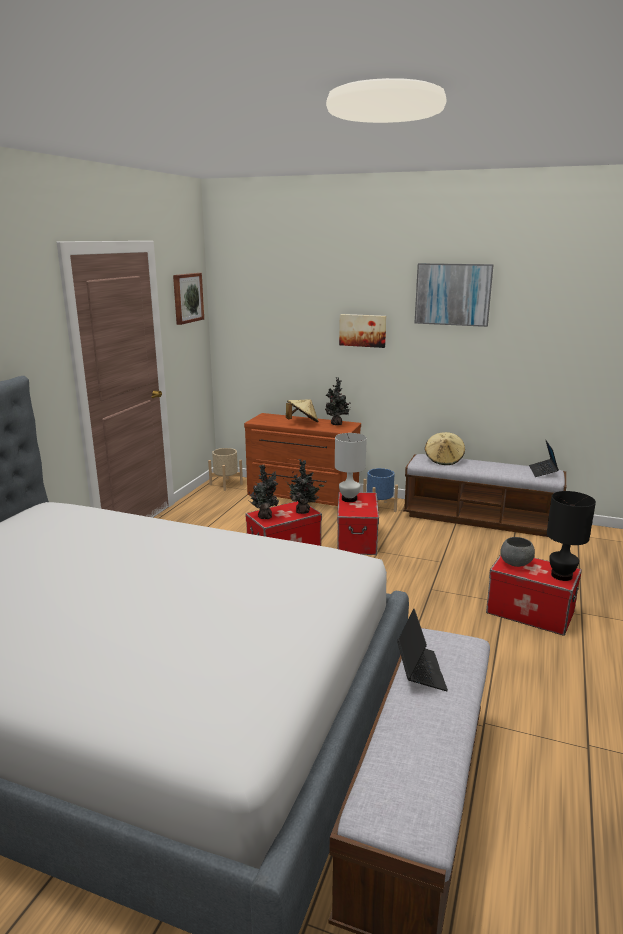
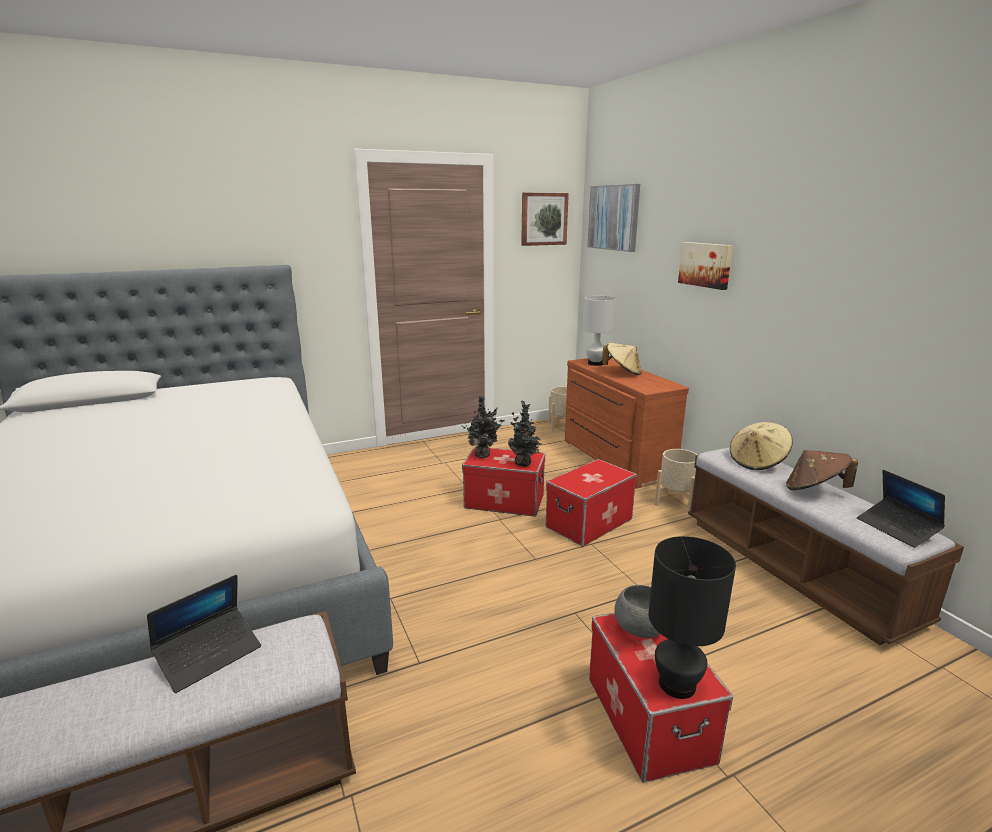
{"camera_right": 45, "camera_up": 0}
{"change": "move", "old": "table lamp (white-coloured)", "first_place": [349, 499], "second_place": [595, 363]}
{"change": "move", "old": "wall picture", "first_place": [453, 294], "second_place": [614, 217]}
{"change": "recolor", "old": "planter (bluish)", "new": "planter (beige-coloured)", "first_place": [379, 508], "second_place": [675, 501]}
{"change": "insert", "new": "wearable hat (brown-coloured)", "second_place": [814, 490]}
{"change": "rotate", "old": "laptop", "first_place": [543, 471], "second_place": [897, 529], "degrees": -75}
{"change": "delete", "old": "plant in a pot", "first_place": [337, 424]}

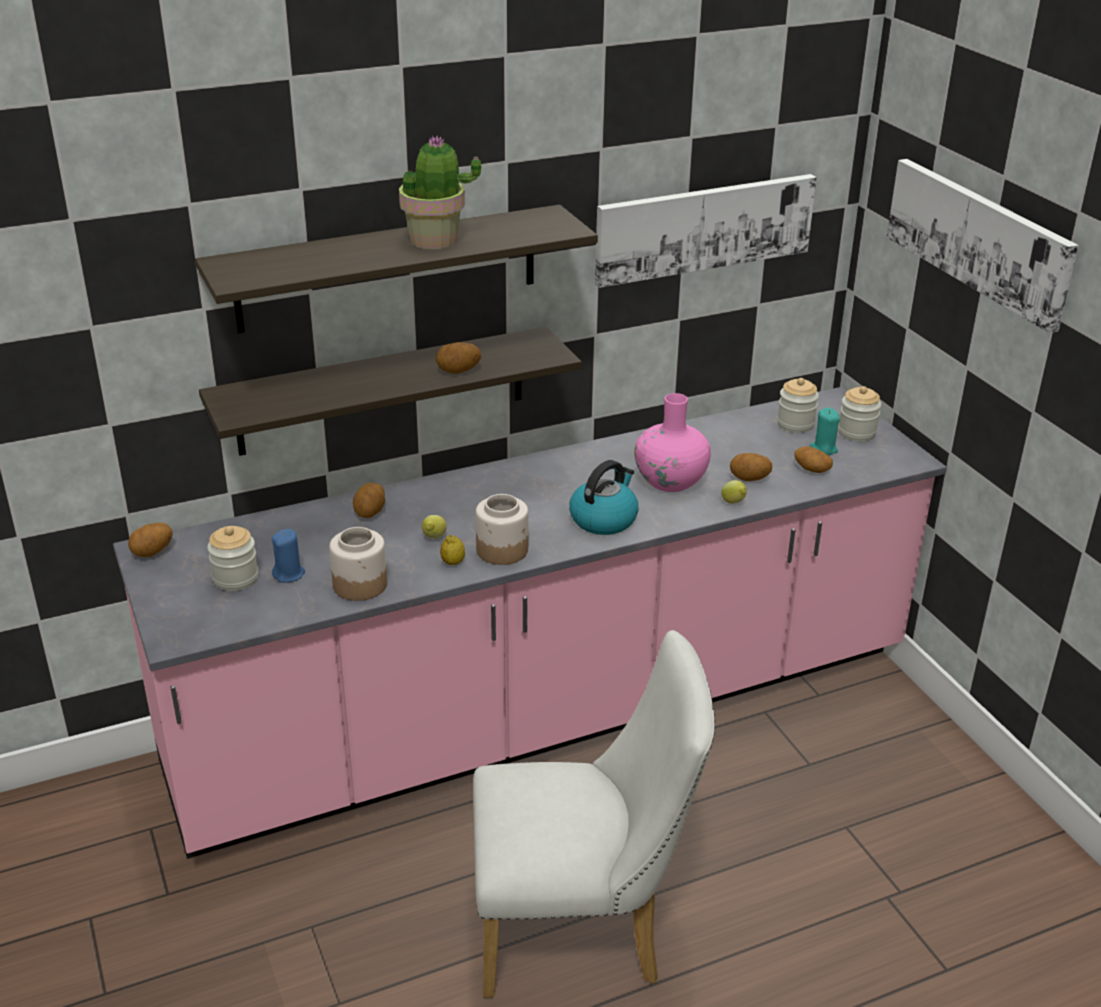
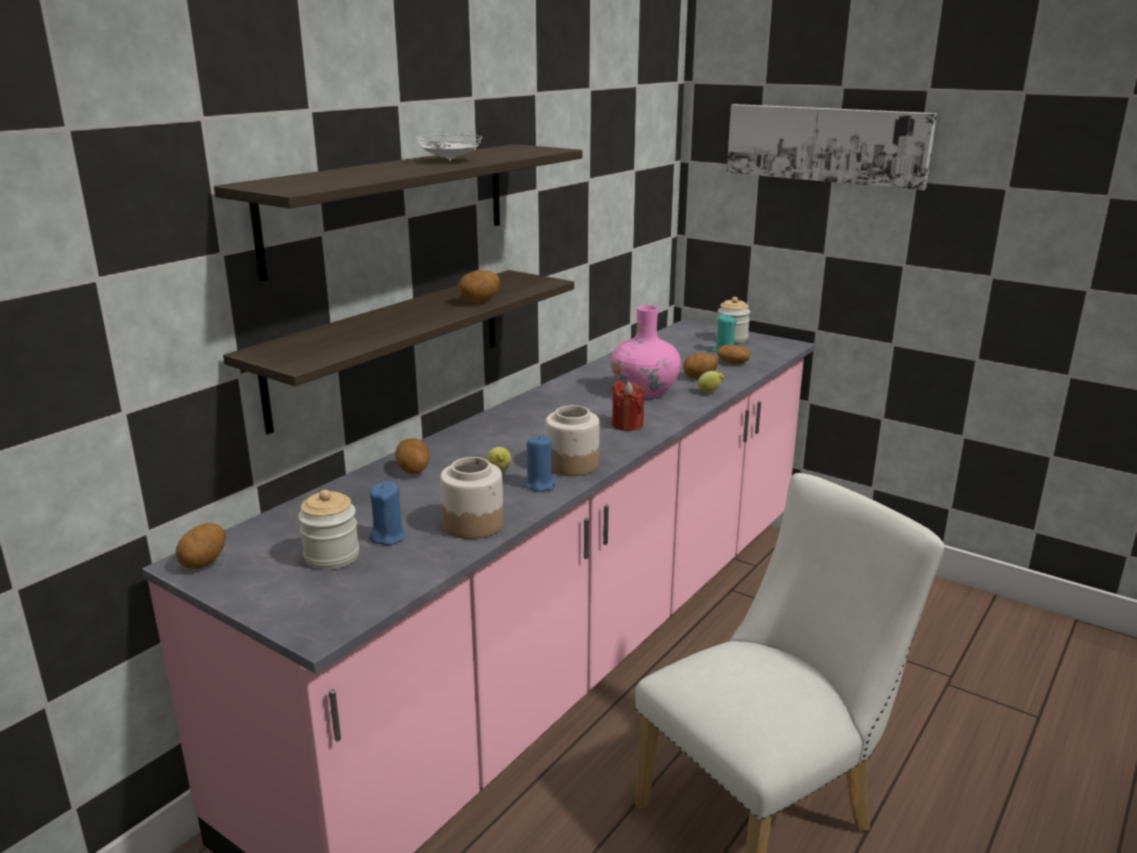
{"camera_right": -30, "camera_up": -10}
{"change": "replace", "old": "plant in a pot", "new": "dinner plate (white-coloured)", "first_place": [434, 240], "second_place": [449, 160]}
{"change": "replace", "old": "lemon", "new": "wax candle (bluish)", "first_place": [453, 562], "second_place": [540, 485]}
{"change": "replace", "old": "kettle", "new": "wax candle (red)", "first_place": [604, 519], "second_place": [627, 425]}
{"change": "delete", "old": "wall picture", "first_place": [704, 227]}
{"change": "delete", "old": "preserve jar", "first_place": [795, 424]}

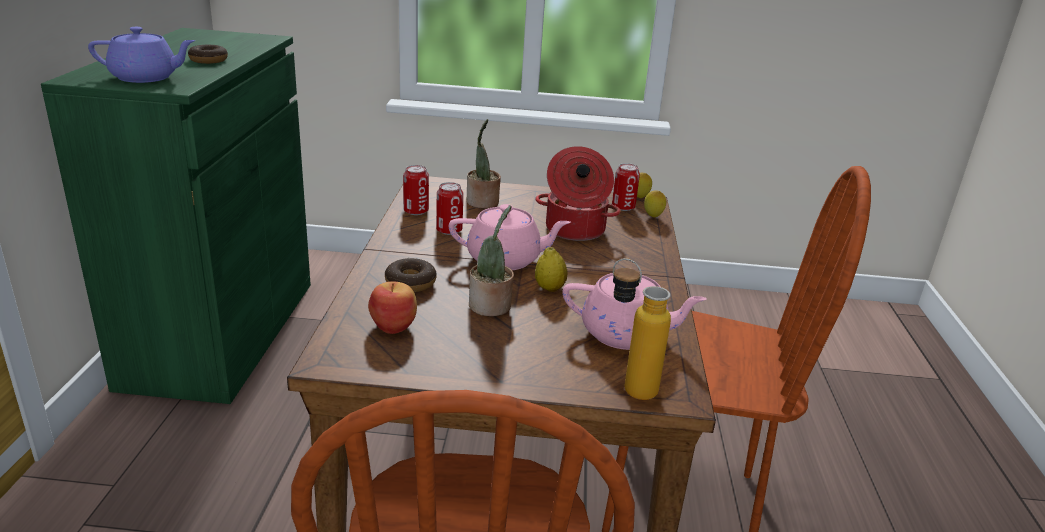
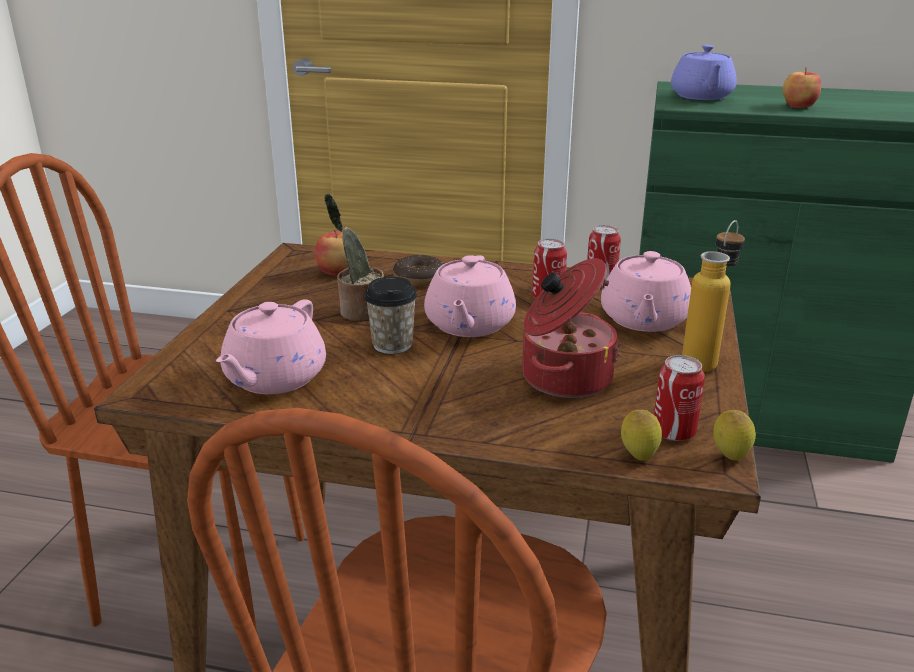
{"camera_right": 100, "camera_up": 0}
{"change": "replace", "old": "lemon", "new": "small cup", "first_place": [549, 288], "second_place": [392, 345]}
{"change": "replace", "old": "plant in a pot", "new": "pot for tea (pink-coloured)", "first_place": [482, 203], "second_place": [644, 320]}
{"change": "move", "old": "beverage bottle", "first_place": [627, 386], "second_place": [705, 359]}
{"change": "replace", "old": "ring doughnut", "new": "whole apple", "first_place": [208, 60], "second_place": [798, 106]}

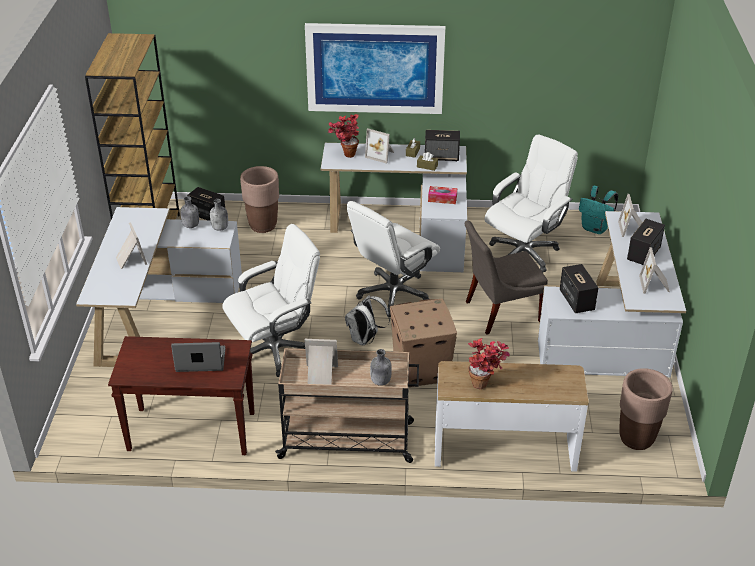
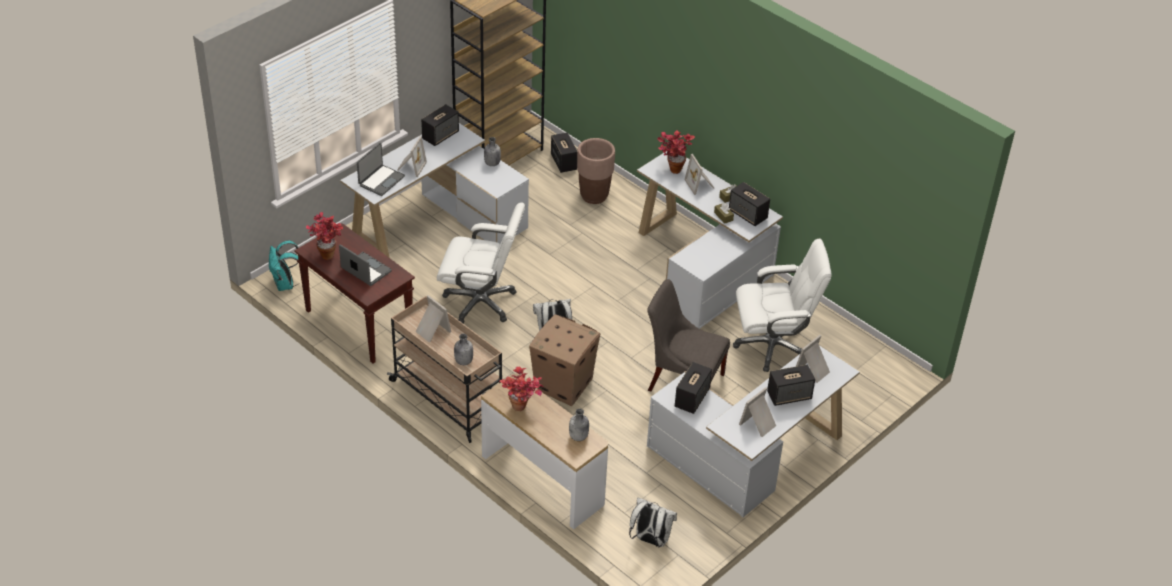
{"camera_right": 40, "camera_up": 5}
{"change": "move", "old": "backpack (blue-green)", "first_place": [595, 228], "second_place": [286, 284]}
{"change": "insert", "new": "plant in a pot", "second_place": [327, 253]}
{"change": "insert", "new": "laptop", "second_place": [381, 180]}
{"change": "insert", "new": "speaker", "second_place": [440, 135]}
{"change": "move", "old": "beverage bottle (grey)", "first_place": [220, 228], "second_place": [578, 437]}
{"change": "replace", "old": "planter (brown-coloured)", "new": "backpack (white-coloured)", "first_place": [636, 438], "second_place": [650, 540]}
{"change": "delete", "old": "wall picture", "first_place": [375, 68]}
{"change": "delete", "old": "office chair (white-coloured)", "first_place": [393, 294]}
{"change": "delete", "old": "tissue box", "first_place": [442, 199]}

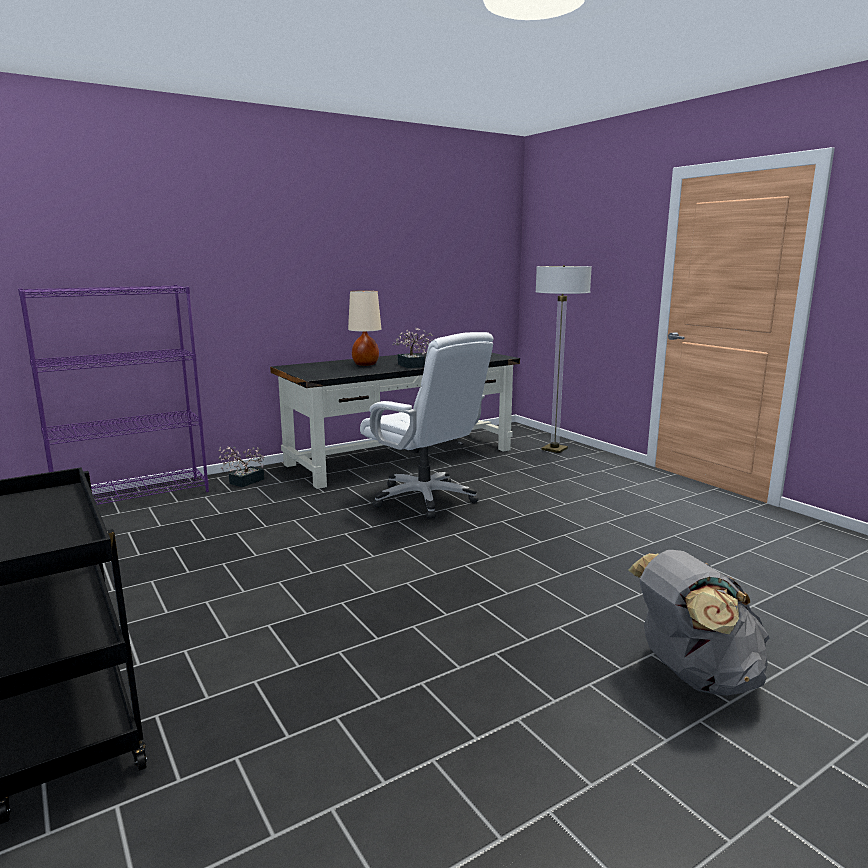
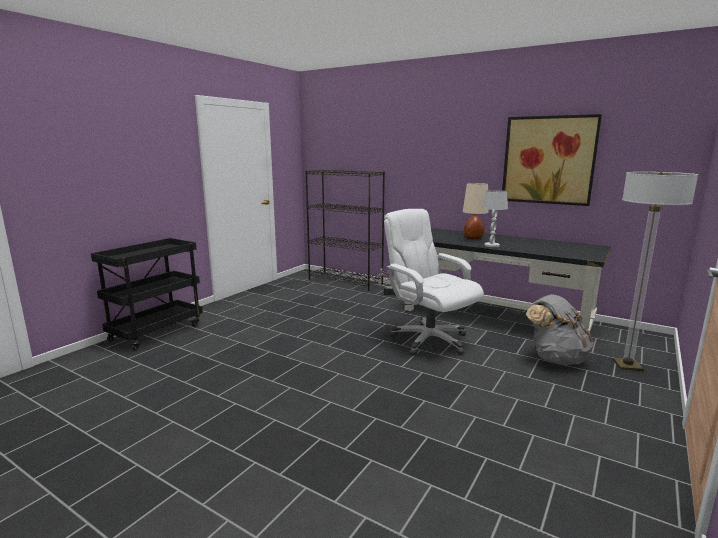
{"camera_right": 65, "camera_up": 0}
{"change": "recolor", "old": "bookcase (purple-coloured)", "new": "bookcase (blackish)", "first_place": [134, 496], "second_place": [345, 281]}
{"change": "rotate", "old": "office chair (white-coloured)", "first_place": [425, 499], "second_place": [429, 340], "degrees": 120}
{"change": "replace", "old": "plant in a pot", "new": "table lamp (white-coloured)", "first_place": [412, 366], "second_place": [491, 245]}
{"change": "insert", "new": "wall picture", "second_place": [548, 160]}
{"change": "move", "old": "backpack (grey)", "first_place": [693, 676], "second_place": [555, 359]}

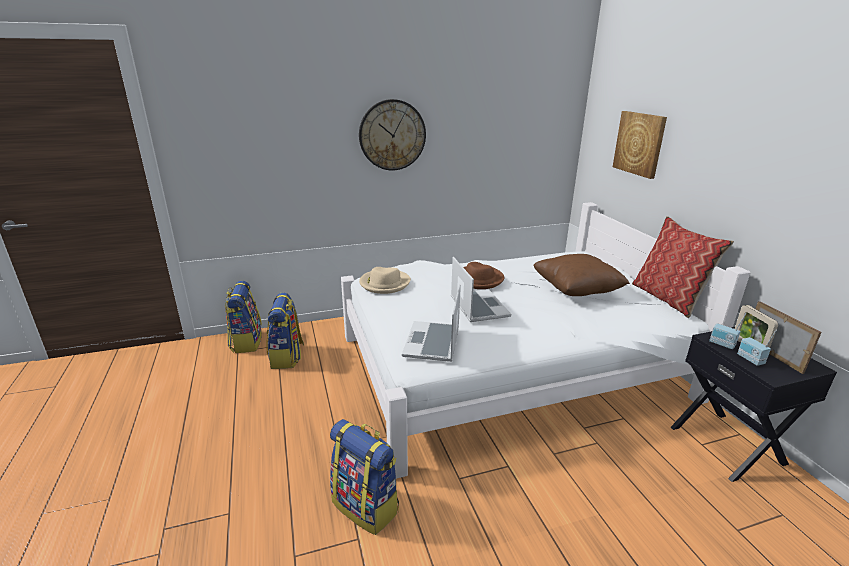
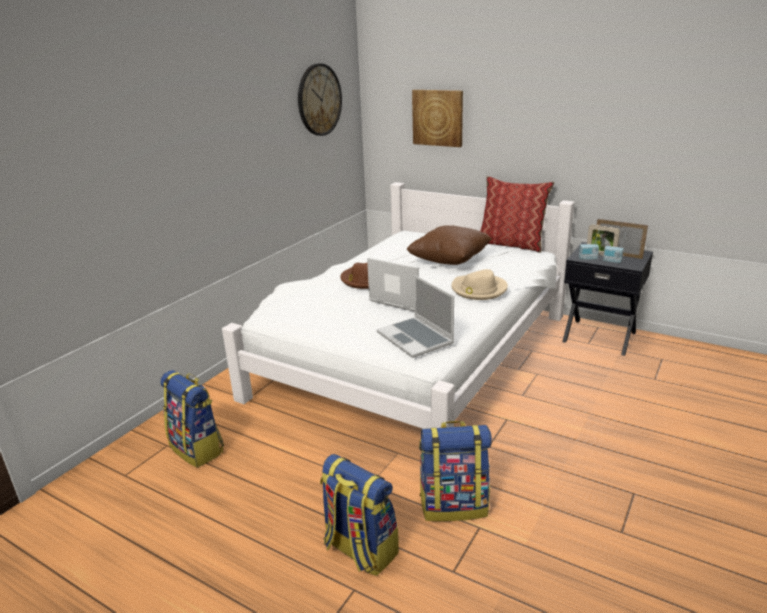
{"camera_right": -40, "camera_up": 0}
{"change": "move", "old": "wall clock", "first_place": [392, 135], "second_place": [319, 100]}
{"change": "move", "old": "backpack", "first_place": [246, 342], "second_place": [359, 550]}
{"change": "move", "old": "wearable hat (beige-coloured)", "first_place": [384, 283], "second_place": [478, 289]}

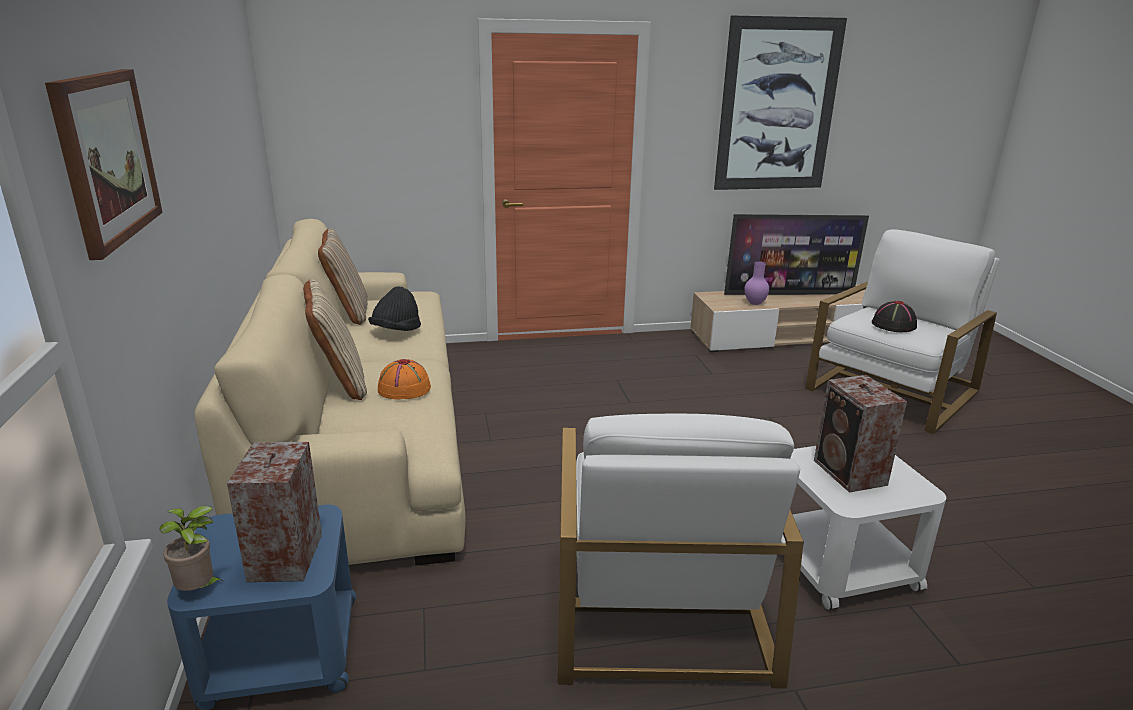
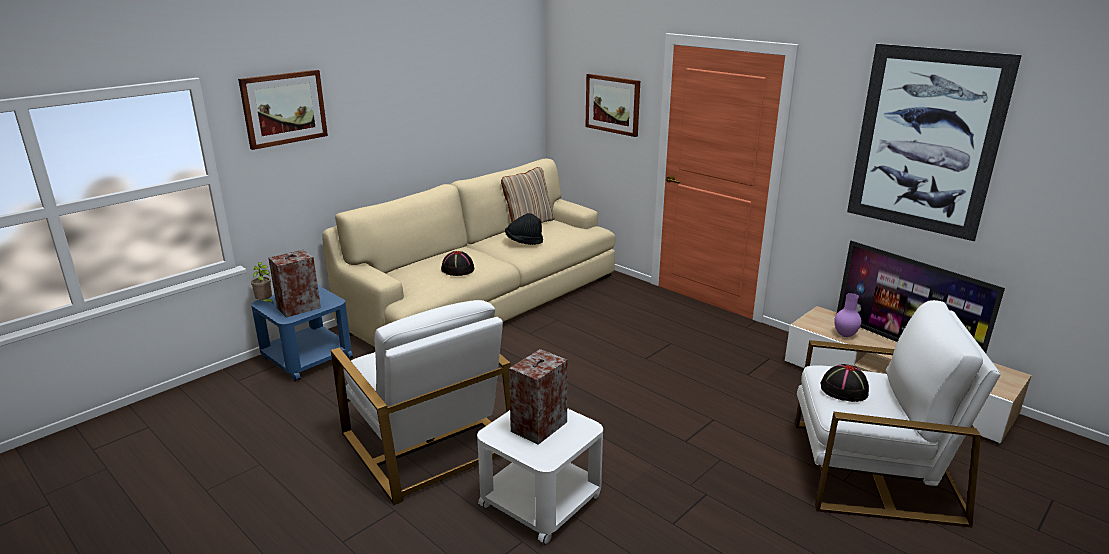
{"camera_right": 55, "camera_up": 0}
{"change": "rotate", "old": "armchair (white-coloured)", "first_place": [658, 605], "second_place": [427, 442], "degrees": -90}
{"change": "recolor", "old": "wearable hat (orange-coloured)", "new": "wearable hat (blackish)", "first_place": [404, 389], "second_place": [457, 269]}
{"change": "insert", "new": "wall picture", "second_place": [613, 104]}
{"change": "delete", "old": "pillow (beige-coloured)", "first_place": [340, 382]}

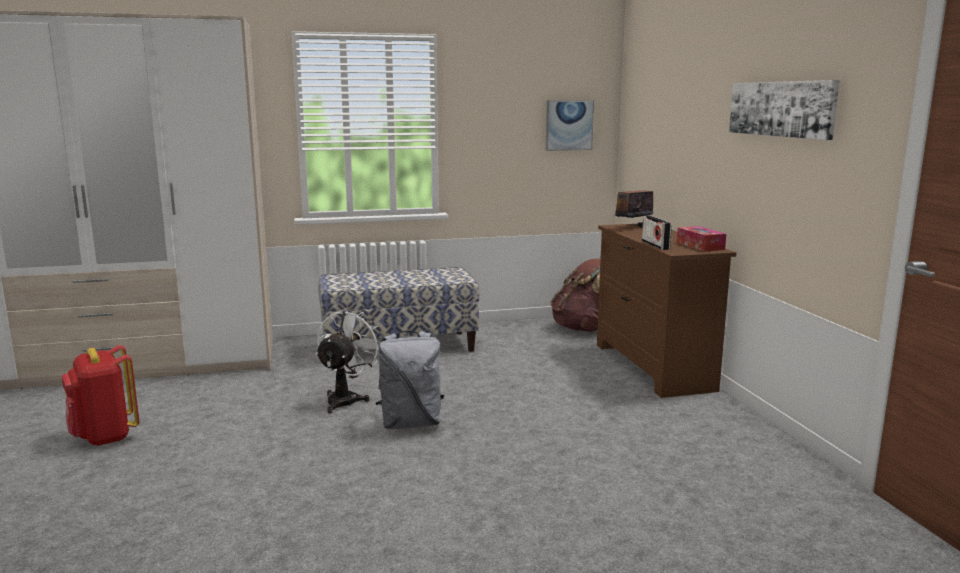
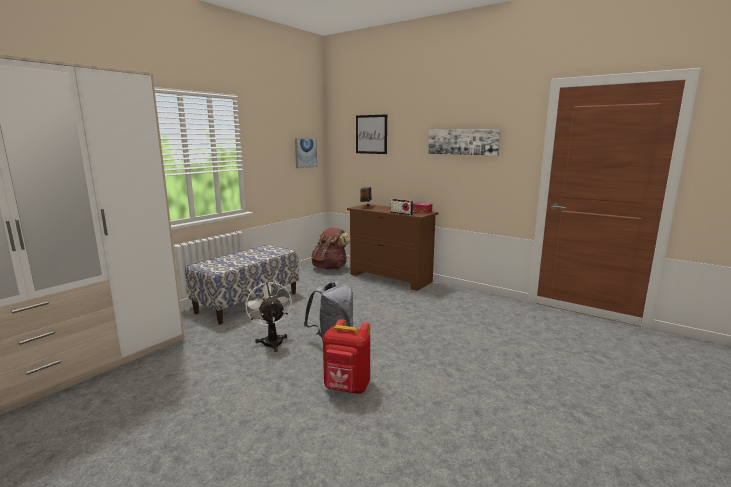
{"camera_right": -40, "camera_up": 0}
{"change": "move", "old": "backpack (red)", "first_place": [105, 437], "second_place": [347, 388]}
{"change": "insert", "new": "wall picture", "second_place": [371, 134]}

